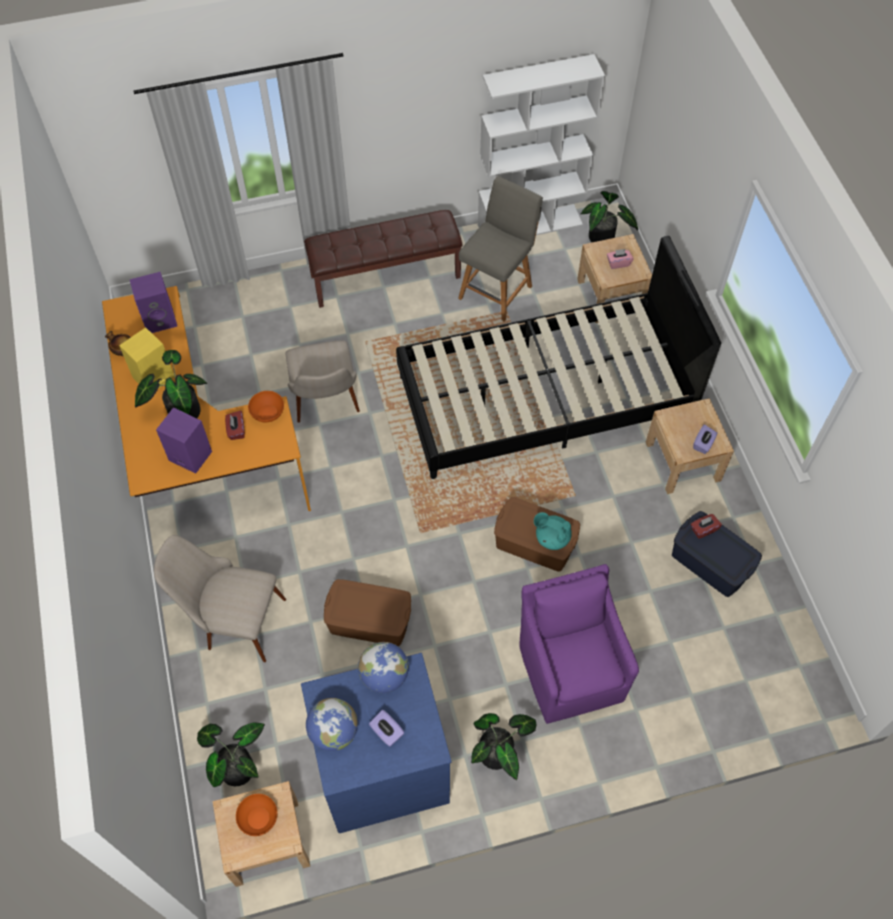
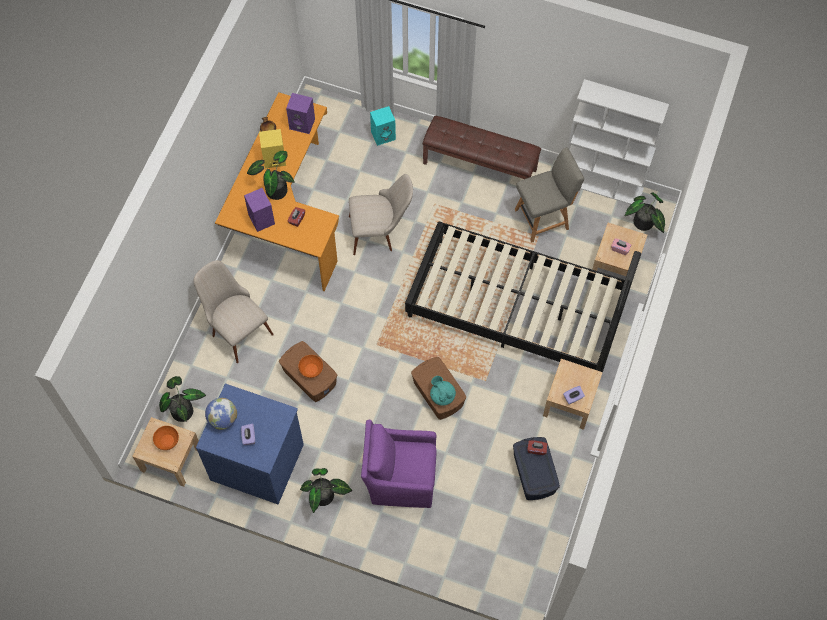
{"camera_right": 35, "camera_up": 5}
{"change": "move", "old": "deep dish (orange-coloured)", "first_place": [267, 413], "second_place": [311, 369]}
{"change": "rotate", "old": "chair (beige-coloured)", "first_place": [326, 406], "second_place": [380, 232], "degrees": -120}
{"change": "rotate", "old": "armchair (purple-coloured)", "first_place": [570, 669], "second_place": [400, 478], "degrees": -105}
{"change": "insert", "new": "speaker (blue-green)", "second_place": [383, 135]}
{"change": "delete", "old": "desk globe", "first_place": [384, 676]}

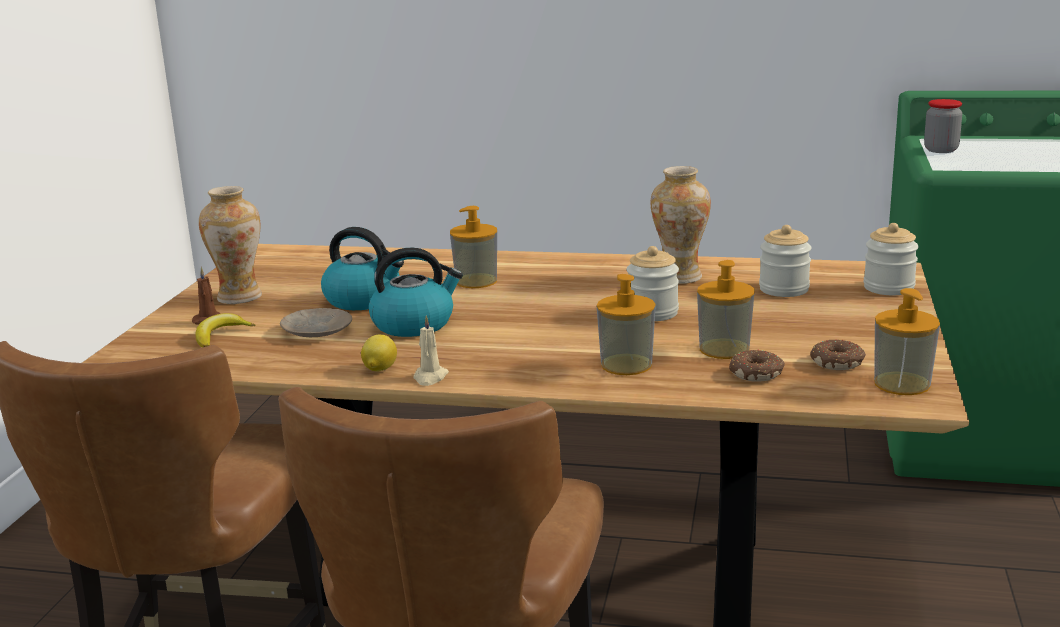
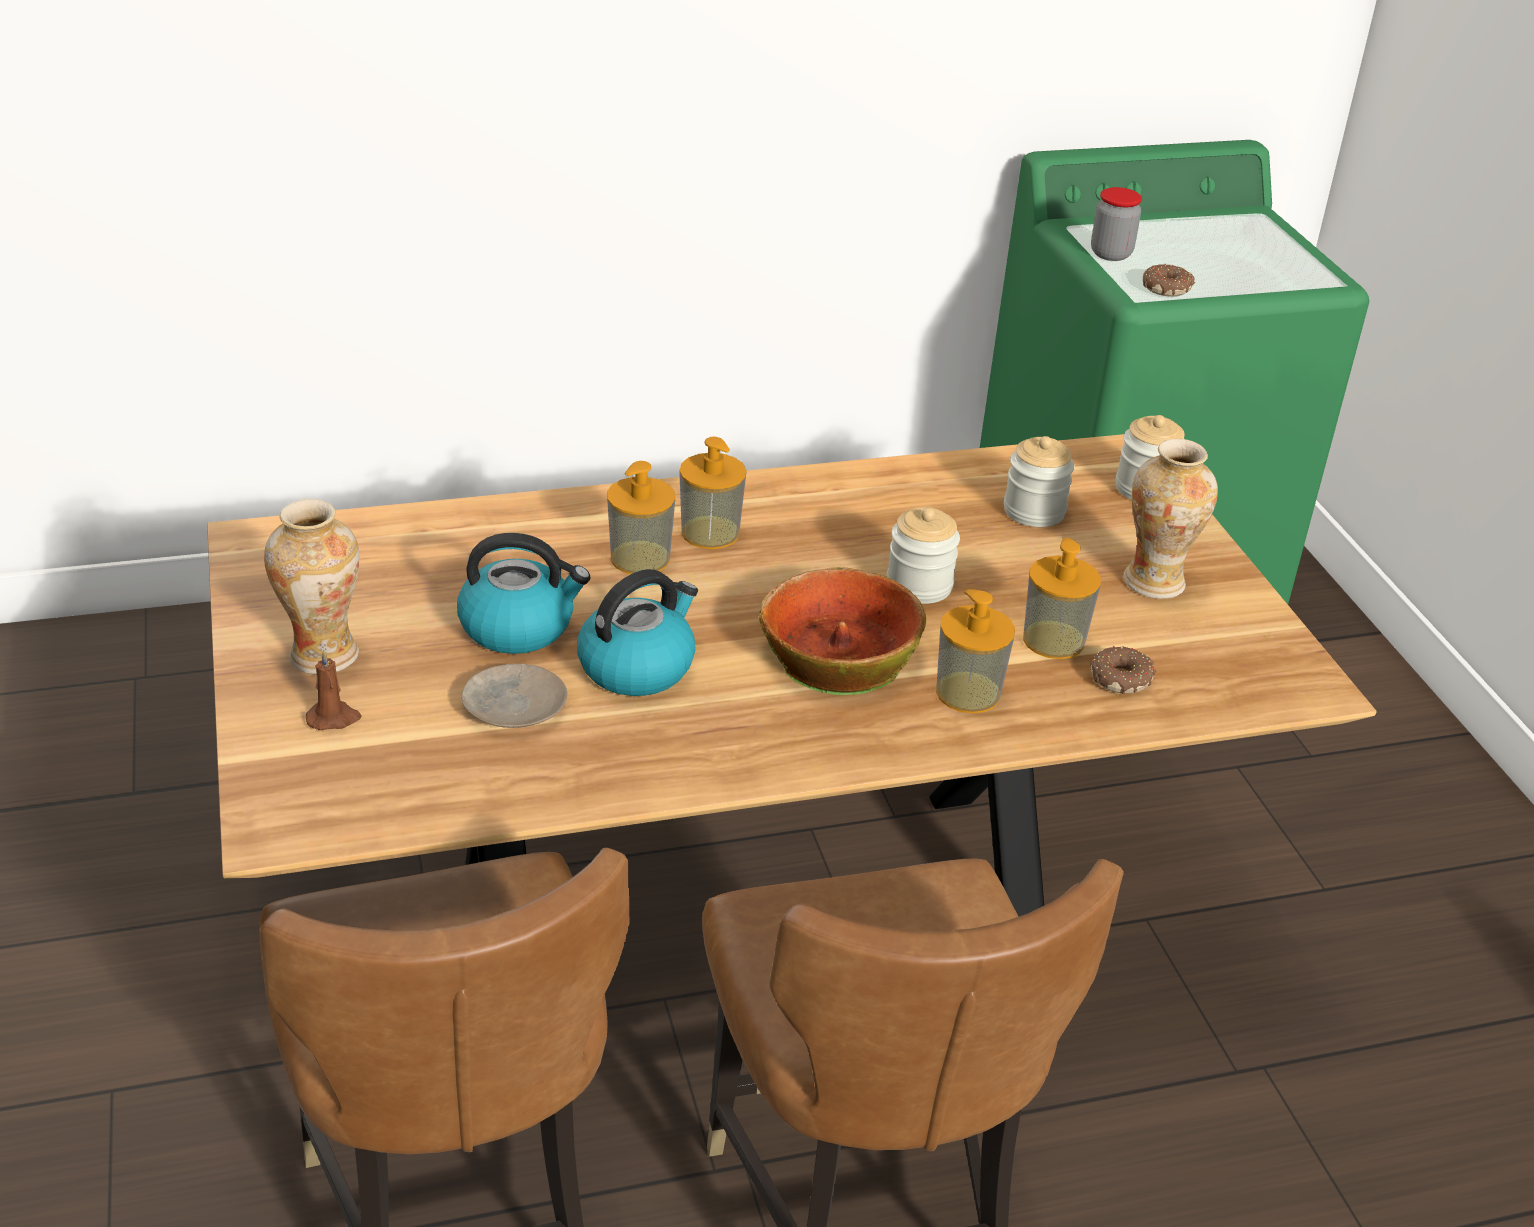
{"camera_right": -30, "camera_up": 15}
{"change": "move", "old": "soap bottle", "first_place": [902, 384], "second_place": [710, 532]}
{"change": "insert", "new": "deep dish", "second_place": [839, 653]}
{"change": "move", "old": "flower vase", "first_place": [680, 277], "second_place": [1154, 582]}
{"change": "move", "old": "ring doughnut", "first_place": [838, 362], "second_place": [1167, 288]}
{"change": "delete", "old": "whole banana", "first_place": [220, 336]}
{"change": "delete", "old": "lemon", "first_place": [379, 369]}
{"change": "delete", "old": "wax candle (beige-coloured)", "first_place": [430, 377]}

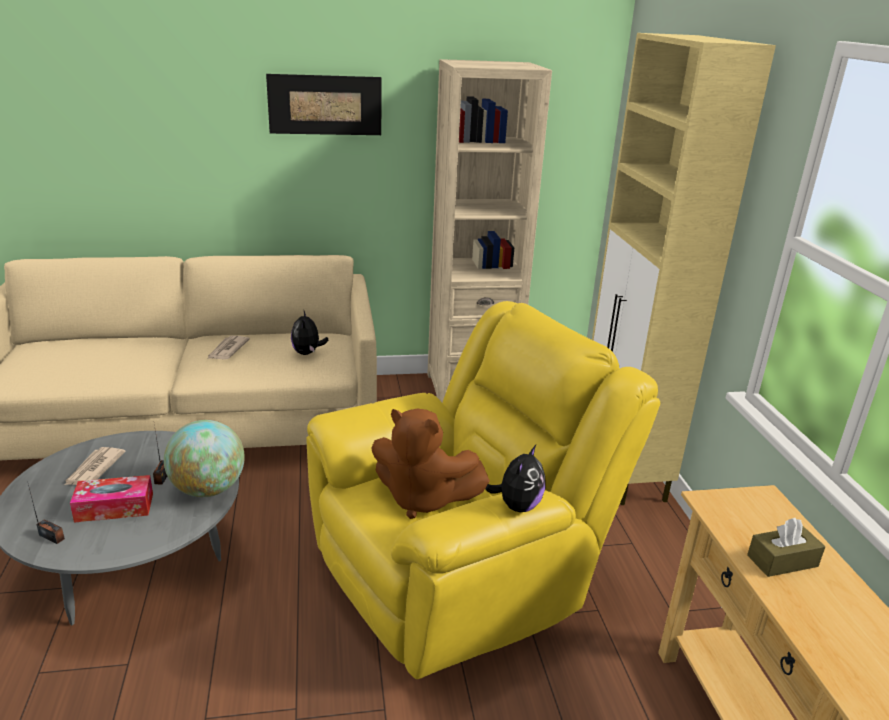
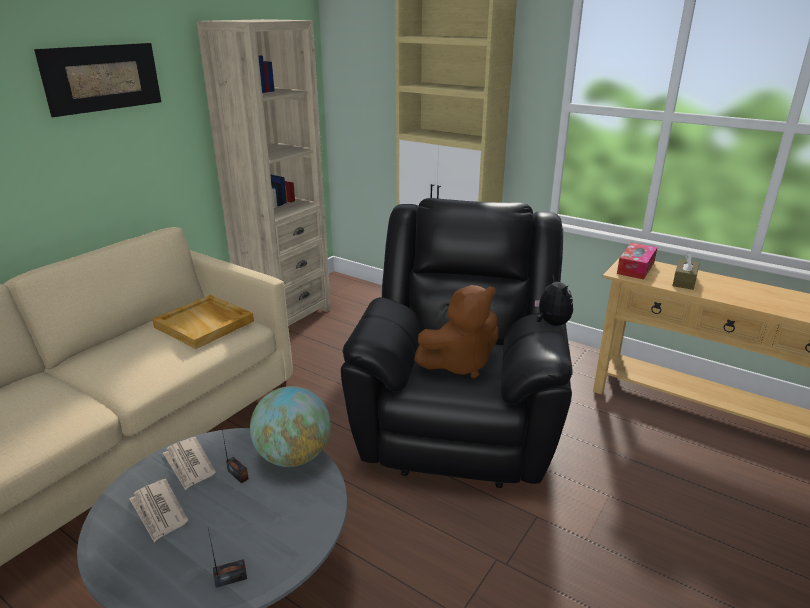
{"camera_right": -45, "camera_up": 0}
{"change": "replace", "old": "soft toy", "new": "carrying tray (beige-coloured)", "first_place": [307, 353], "second_place": [205, 324]}
{"change": "move", "old": "newspaper", "first_place": [227, 350], "second_place": [189, 465]}
{"change": "recolor", "old": "armchair (yellow)", "new": "armchair (blackish)", "first_place": [460, 576], "second_place": [458, 422]}
{"change": "move", "old": "tissue box", "first_place": [114, 507], "second_place": [635, 268]}

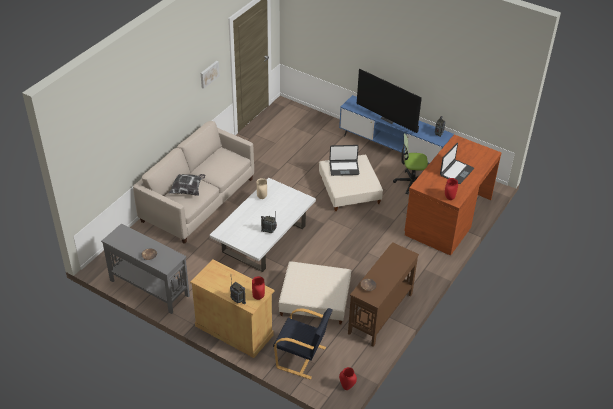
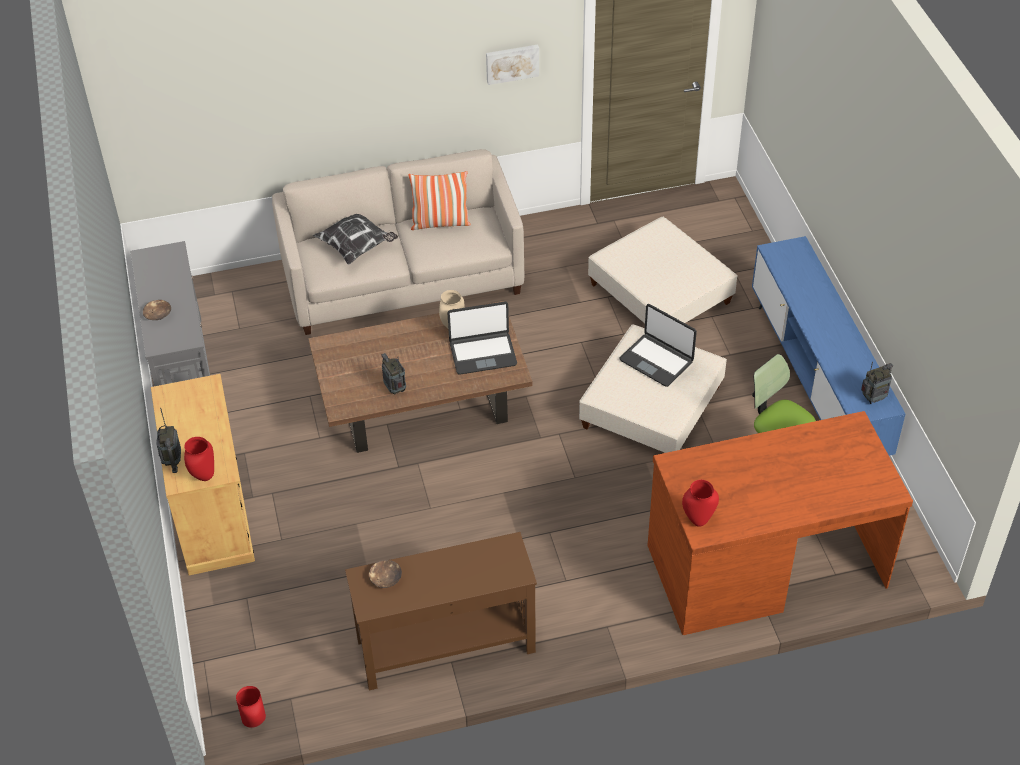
{"camera_right": 45, "camera_up": 5}
{"change": "recolor", "old": "low table (white-coloured)", "new": "low table (brown-coloured)", "first_place": [264, 238], "second_place": [423, 400]}
{"change": "insert", "new": "pillow", "second_place": [440, 223]}
{"change": "move", "old": "laptop", "first_place": [456, 172], "second_place": [482, 353]}
{"change": "move", "old": "ottoman (beige-coloured)", "first_place": [315, 300], "second_place": [660, 294]}
{"change": "delete", "old": "armchair (blackish)", "first_place": [302, 358]}
{"change": "delete", "old": "television", "first_place": [388, 119]}

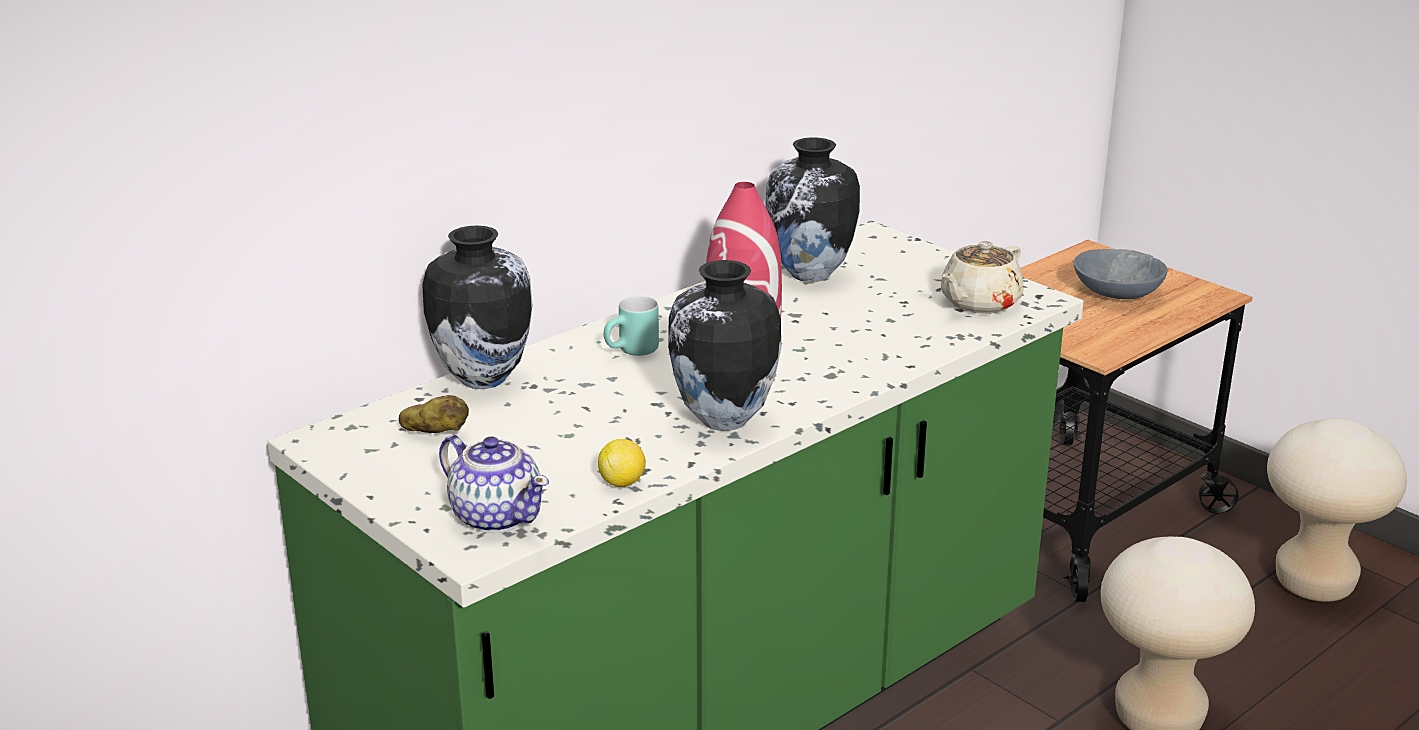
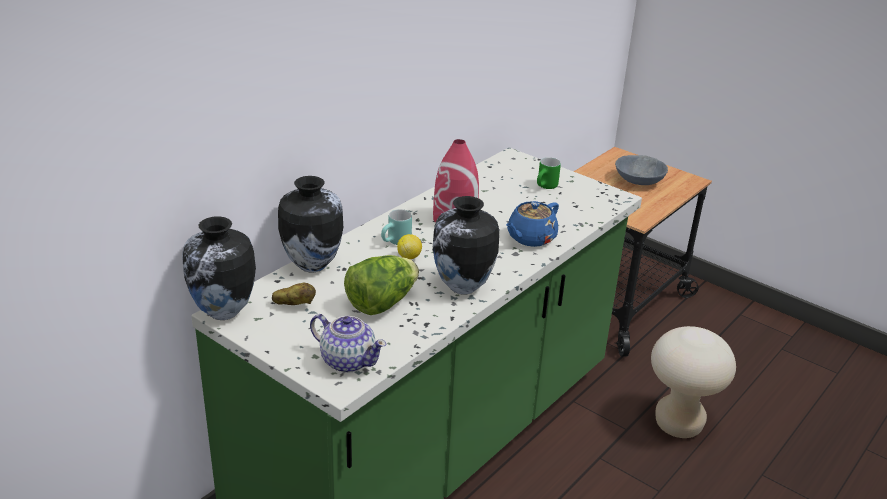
{"camera_right": -10, "camera_up": 5}
{"change": "move", "old": "flower vase", "first_place": [810, 275], "second_place": [223, 312]}
{"change": "insert", "new": "lettuce head", "second_place": [381, 303]}
{"change": "move", "old": "lemon", "first_place": [622, 482], "second_place": [409, 256]}
{"change": "insert", "new": "pot for tea (bluish)", "second_place": [530, 238]}
{"change": "insert", "new": "mug (green)", "second_place": [546, 187]}
{"change": "delete", "old": "pot for tea (beige-coloured)", "first_place": [979, 303]}
{"change": "delete", "old": "sitting stool (beige-coloured)", "first_place": [1313, 584]}

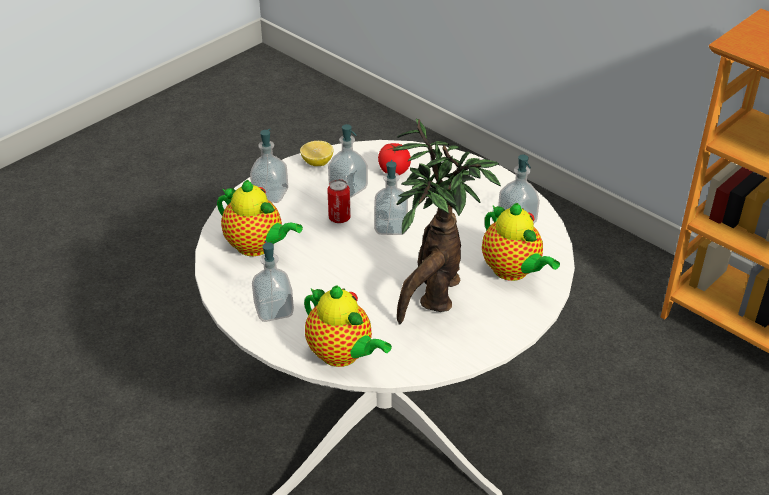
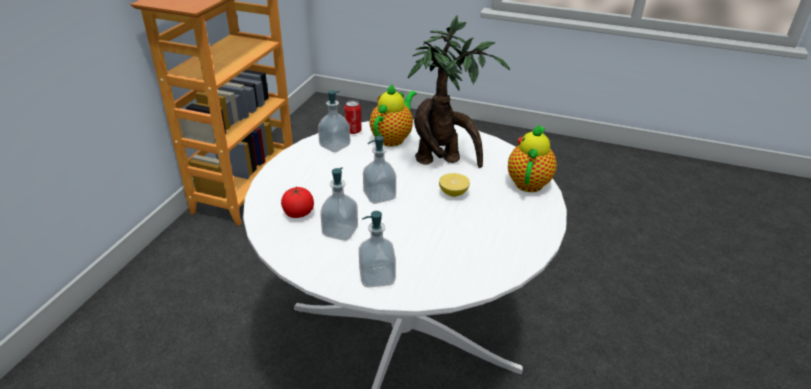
{"camera_right": -115, "camera_up": -5}
{"change": "move", "old": "can", "first_place": [339, 218], "second_place": [353, 131]}
{"change": "move", "old": "lemon", "first_place": [317, 162], "second_place": [453, 193]}
{"change": "delete", "old": "pot for tea", "first_place": [257, 247]}
{"change": "delete", "old": "soap bottle", "first_place": [274, 310]}

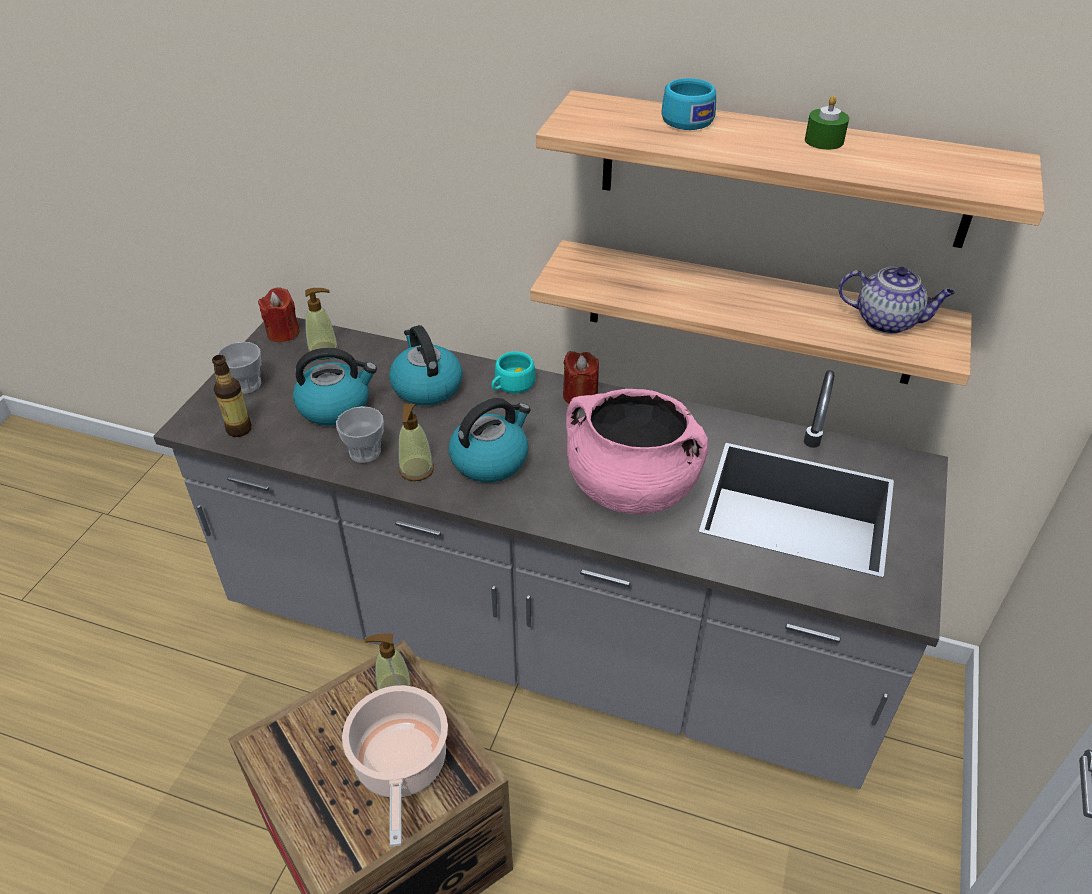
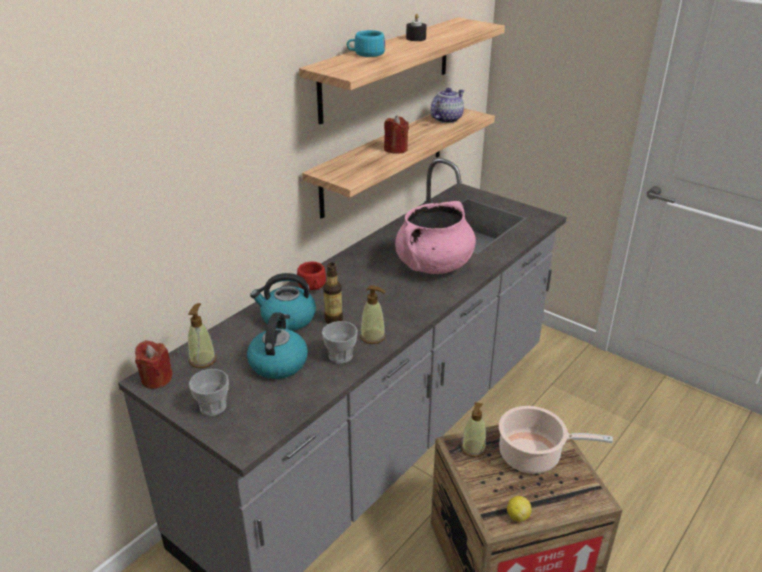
{"camera_right": -70, "camera_up": -10}
{"change": "recolor", "old": "small cup (blue-green)", "new": "small cup (red)", "first_place": [511, 385], "second_place": [313, 285]}
{"change": "move", "old": "beverage bottle", "first_place": [239, 429], "second_place": [333, 320]}
{"change": "move", "old": "wax candle (red)", "first_place": [580, 395], "second_place": [395, 149]}
{"change": "recolor", "old": "wax candle (green)", "new": "wax candle (blackish)", "first_place": [824, 141], "second_place": [416, 38]}
{"change": "insert", "new": "lemon", "second_place": [517, 516]}
{"change": "delete", "old": "kettle", "first_place": [490, 459]}

